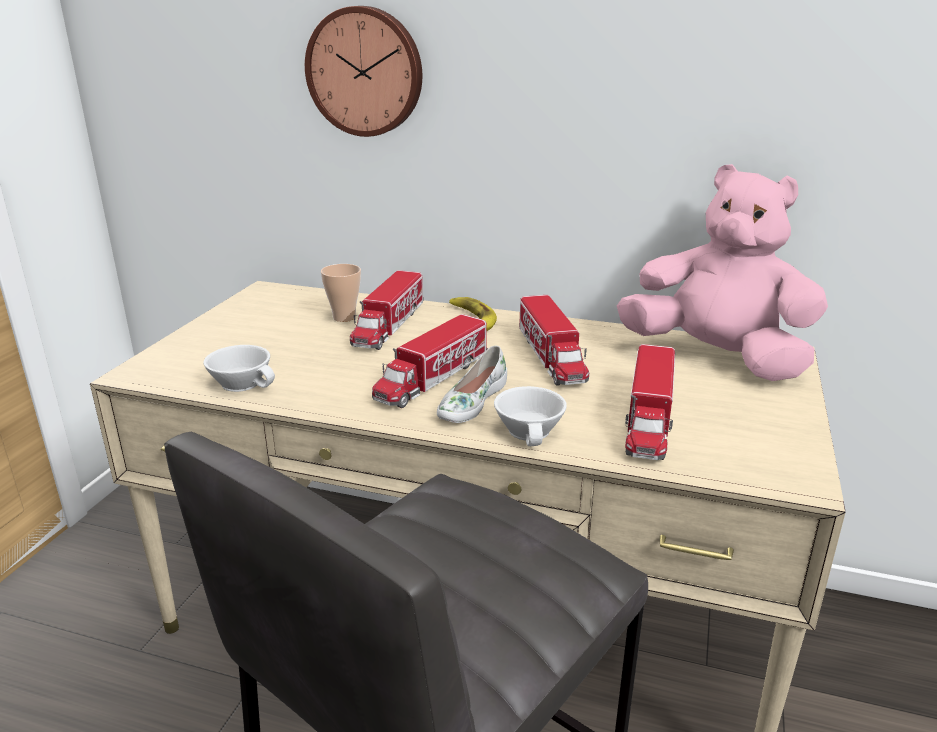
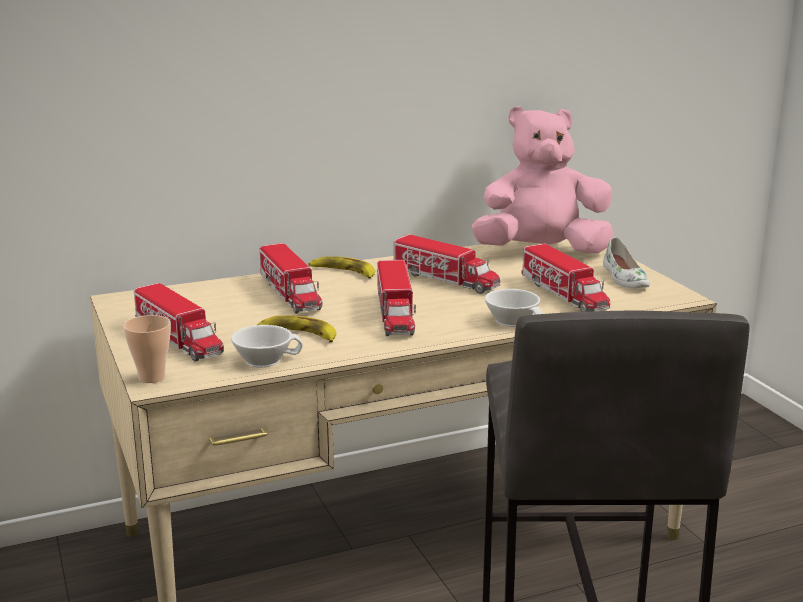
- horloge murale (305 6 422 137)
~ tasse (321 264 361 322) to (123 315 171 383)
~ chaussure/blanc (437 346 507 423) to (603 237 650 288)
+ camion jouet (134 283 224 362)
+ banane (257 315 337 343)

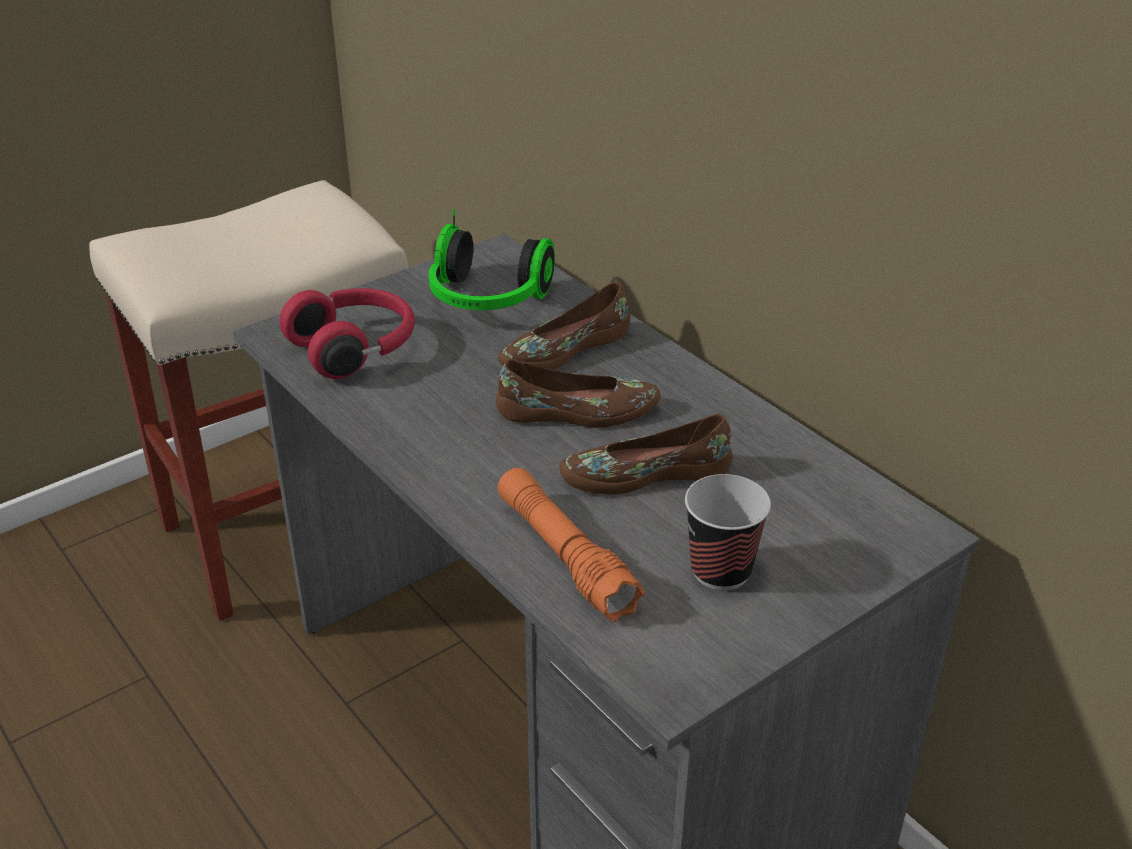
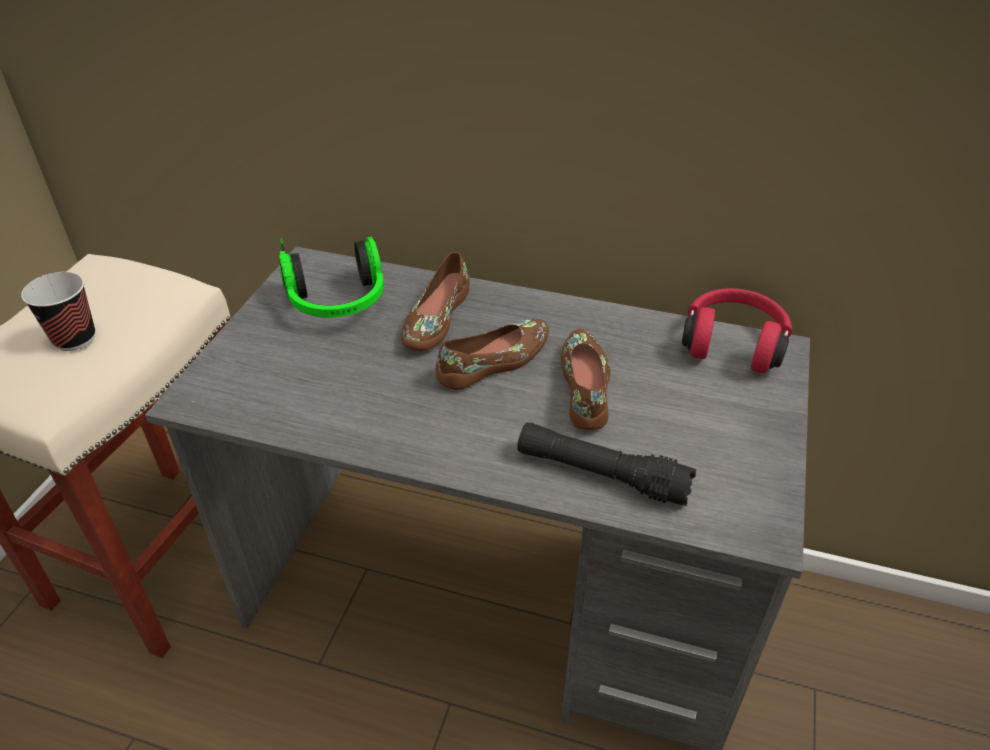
~ casque audio/rouge (279 288 415 379) to (682 288 792 373)
~ chaussure/marron (559 414 733 495) = (561 329 611 430) 135 degrees clockwise
~ lampe de poche/orange (497 468 645 622) to lampe de poche/noir (517 422 697 506)
~ tasse (685 474 771 590) to (21 272 95 351)

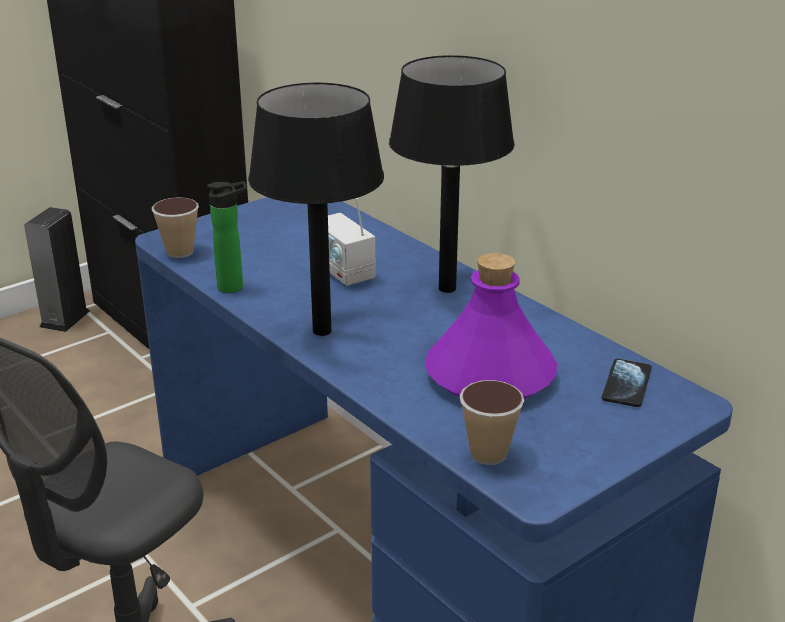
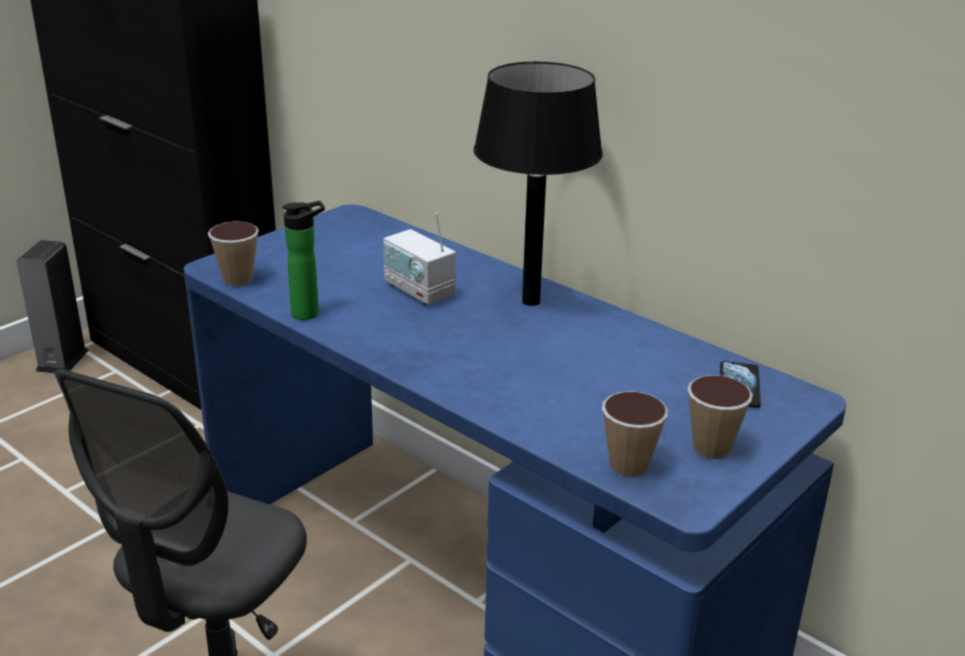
- lampe de table/noir (248 83 384 336)
- bouteille/violet (425 253 557 399)
+ tasse (688 375 753 459)

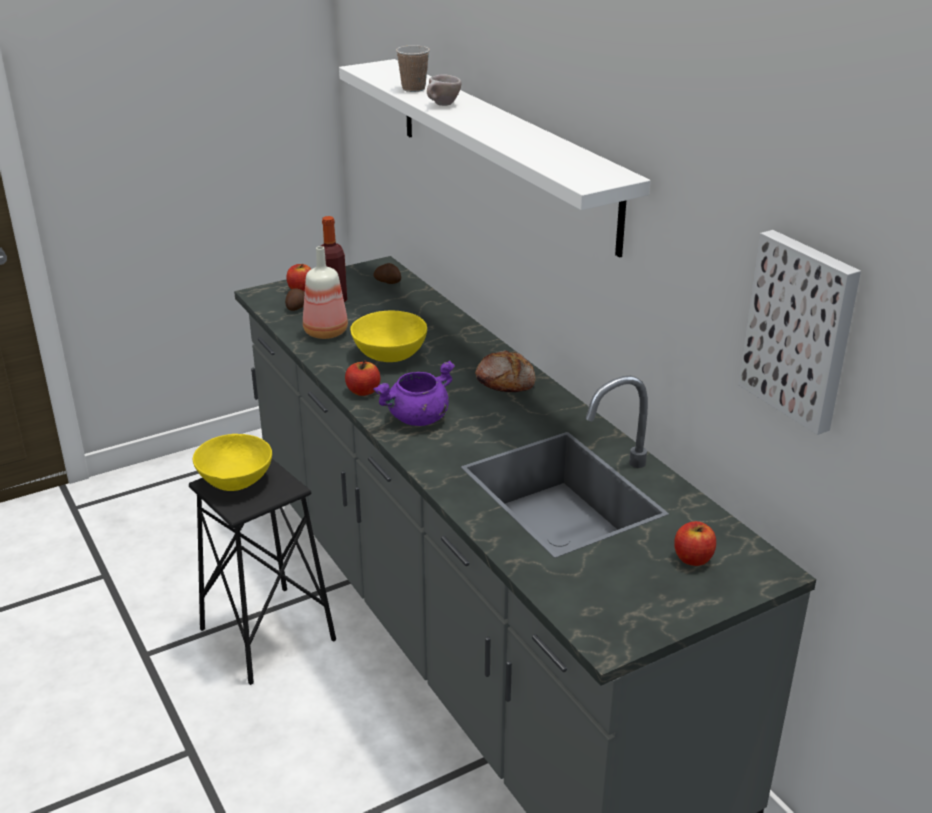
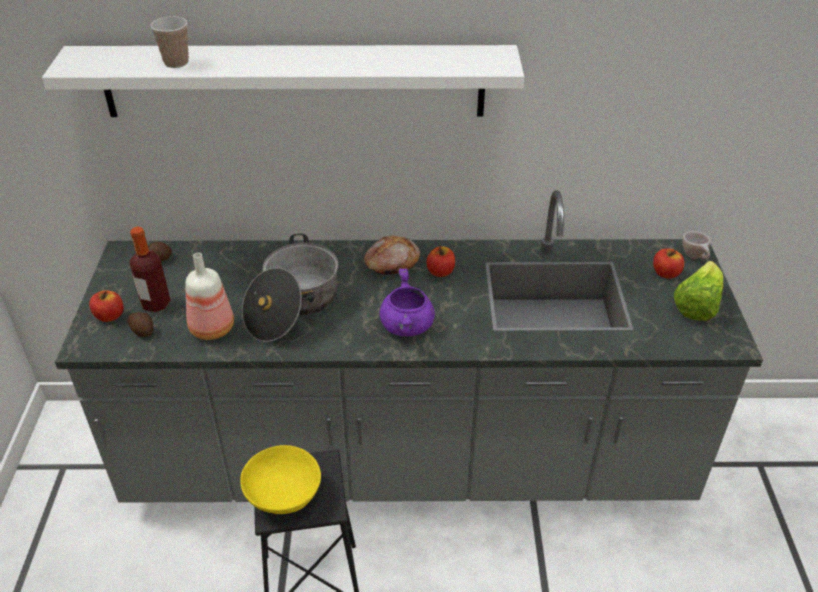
~ tasse/beige (427 74 461 106) to (682 231 711 259)
- tableau (739 230 861 435)
~ bol/jaune (350 311 427 362) to marmite (242 233 338 342)
~ pomme (345 360 380 396) to (426 246 455 277)
+ laitue (674 261 723 321)

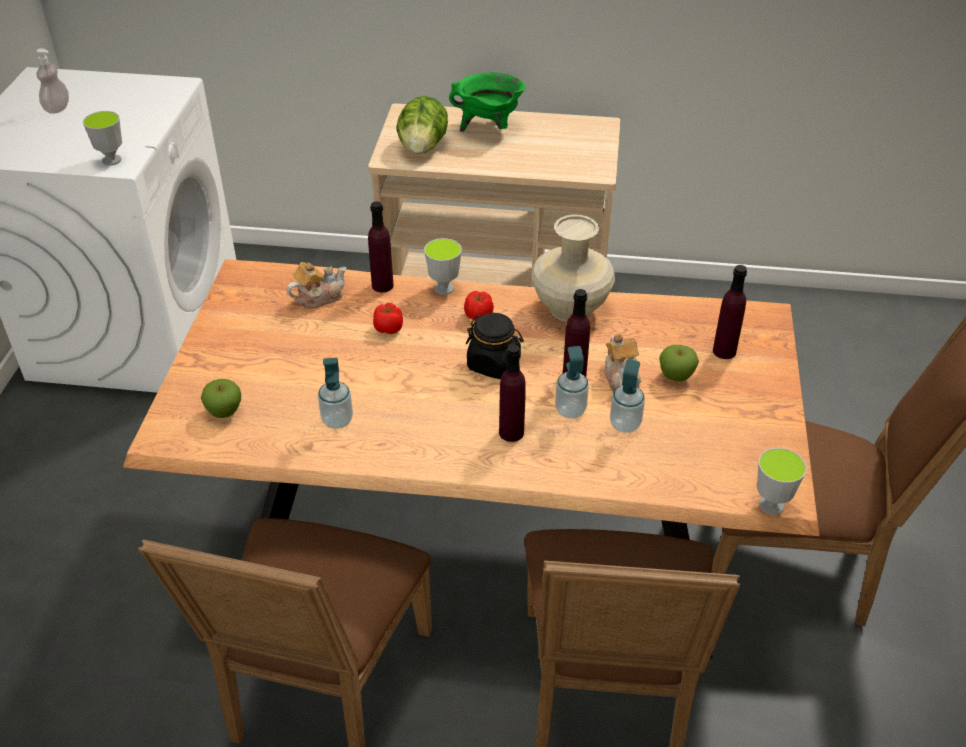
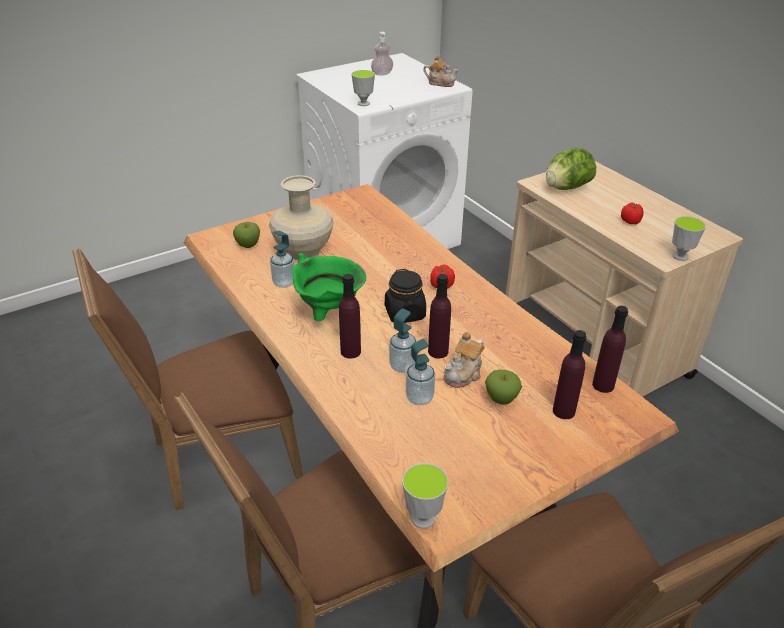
~ marmite/vert (449 72 526 132) to (292 253 366 321)
~ bouteille/violet (368 201 394 292) to (592 306 628 393)
~ vase/beige (531 215 615 322) to (269 175 334 260)
~ tasse (424 238 462 295) to (672 216 706 261)
~ théière (287 262 347 309) to (423 55 458 87)
~ tomate (373 303 403 334) to (621 202 644 224)

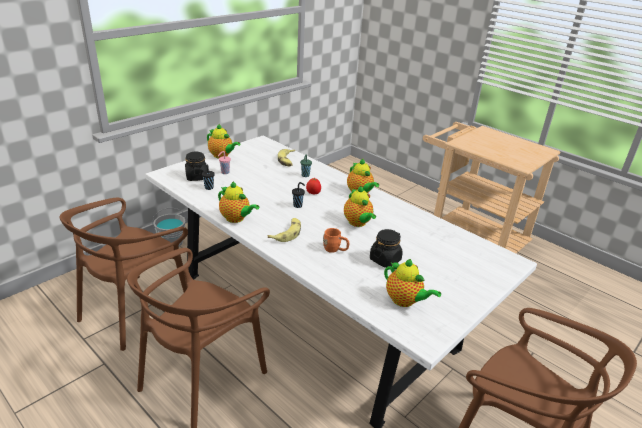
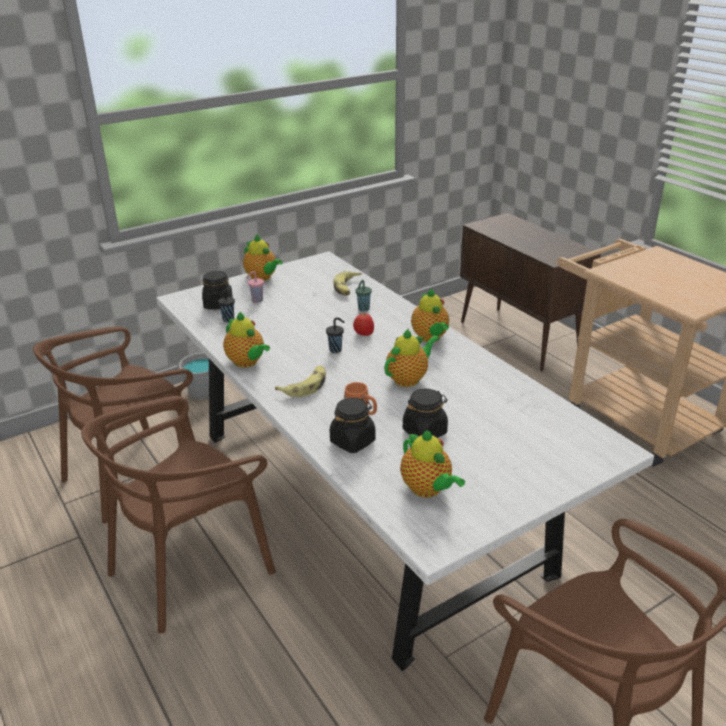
~ théière (344 186 376 227) = (384 328 440 387) 120 degrees counterclockwise
+ meuble de rangement/marron (460 213 601 372)
+ bocal/noir (330 398 375 453)

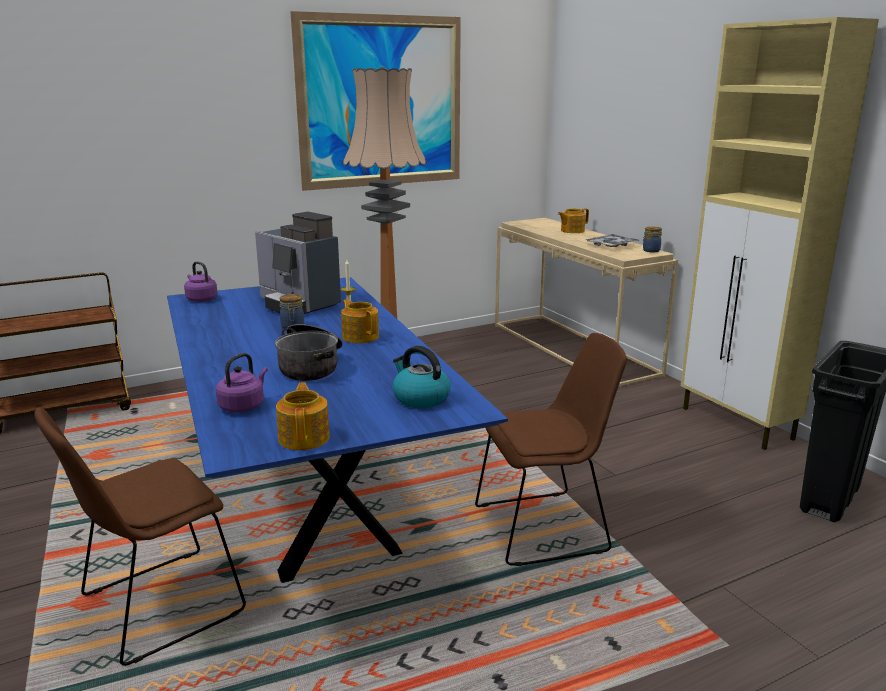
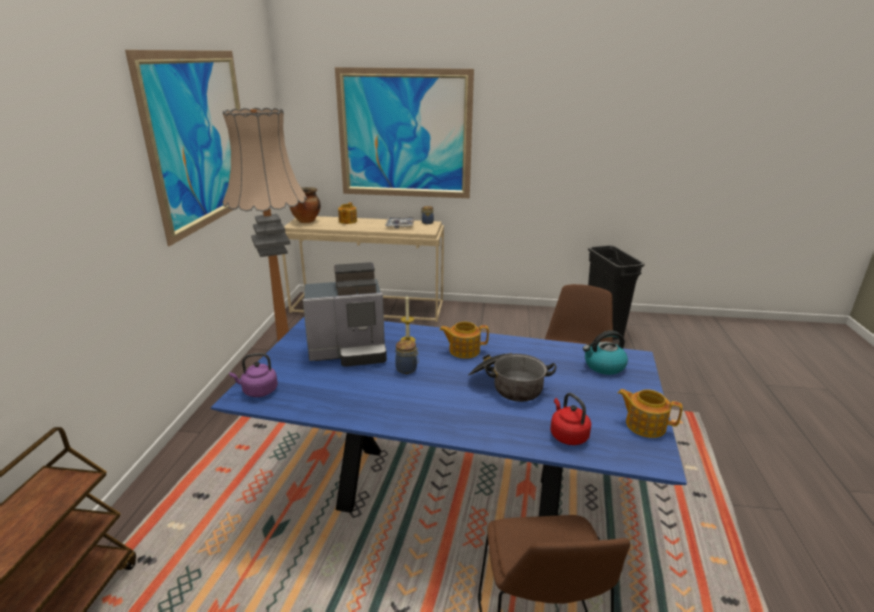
- meuble de rangement/beige (681 17 879 450)
~ bouilloire/violet (216 353 268 413) to bouilloire/rouge (550 393 591 445)
+ tableau (335 67 474 198)
+ marmite (290 187 321 223)

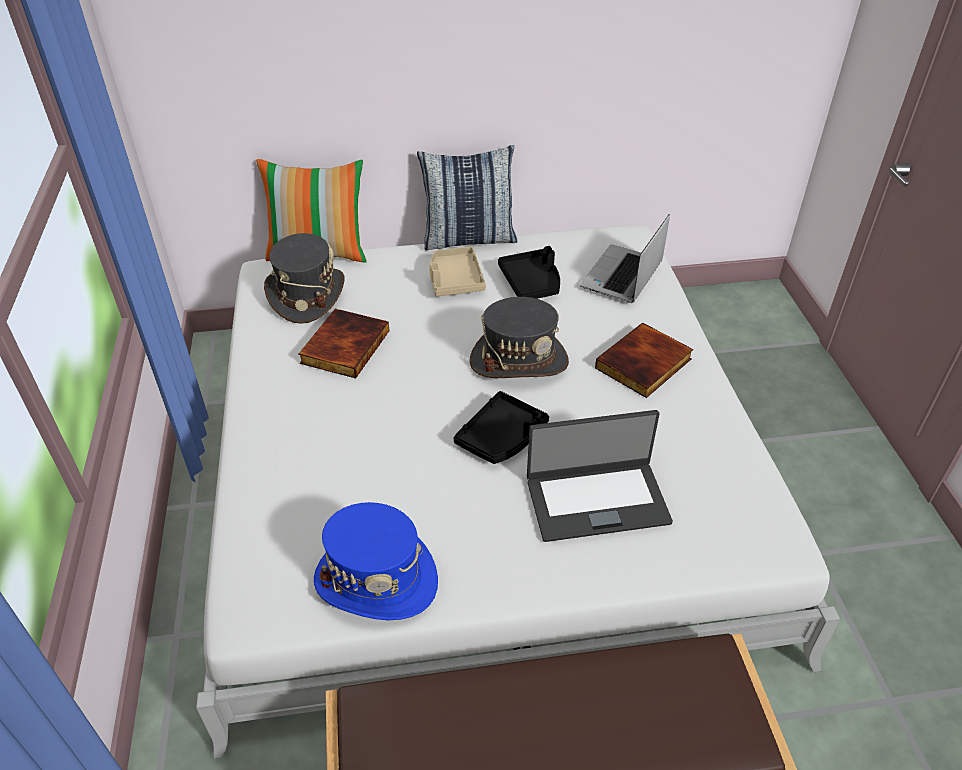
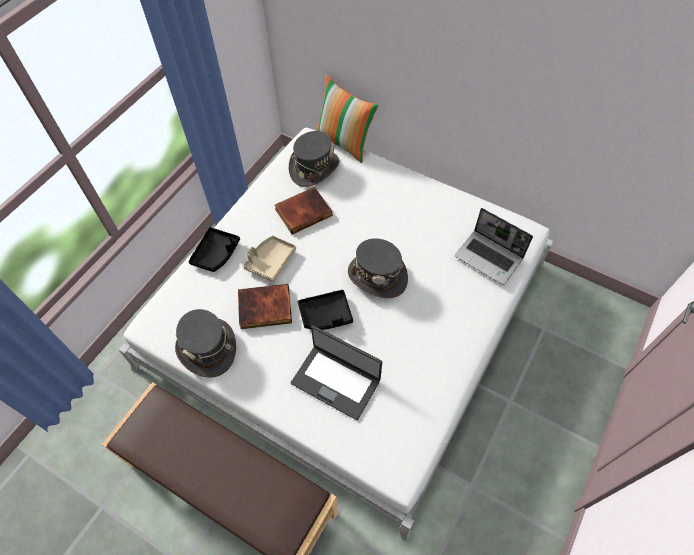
- coussin (417 145 517 250)
~ ordinateur portable (580 214 670 303) = (455 208 533 285) 120 degrees counterclockwise
~ plateau/beige (429 246 486 296) to (243 236 296 282)
~ plateau/noir (498 246 560 299) to (189 227 240 272)
~ livre (595 323 693 398) to (238 284 292 329)
~ chapeau/bleu (314 502 438 620) to chapeau/gris (175 309 236 378)

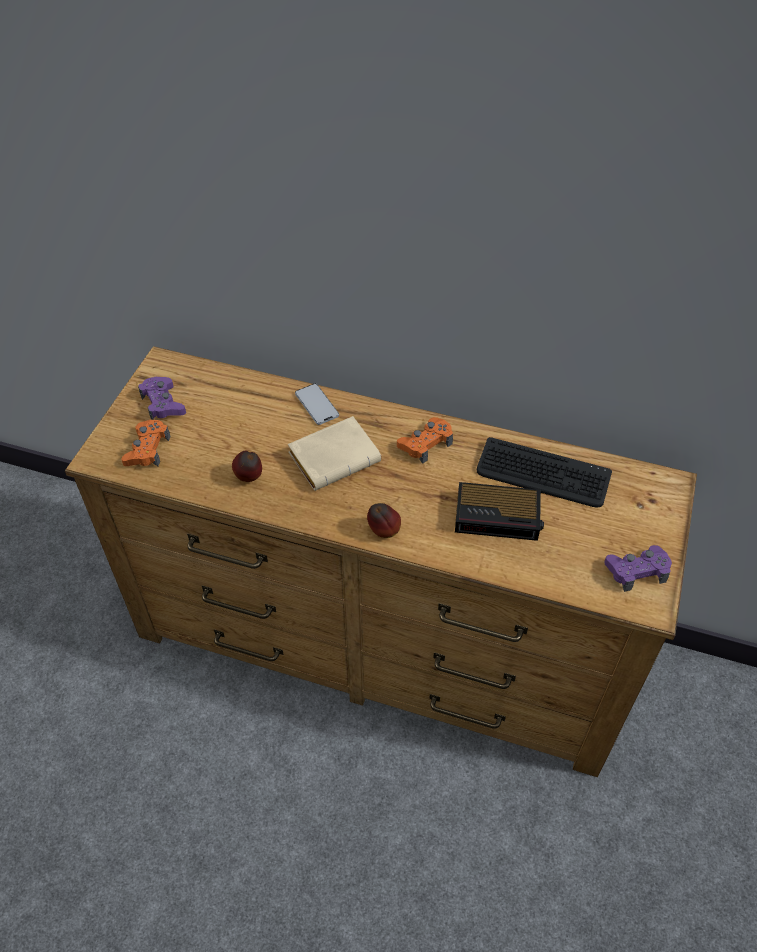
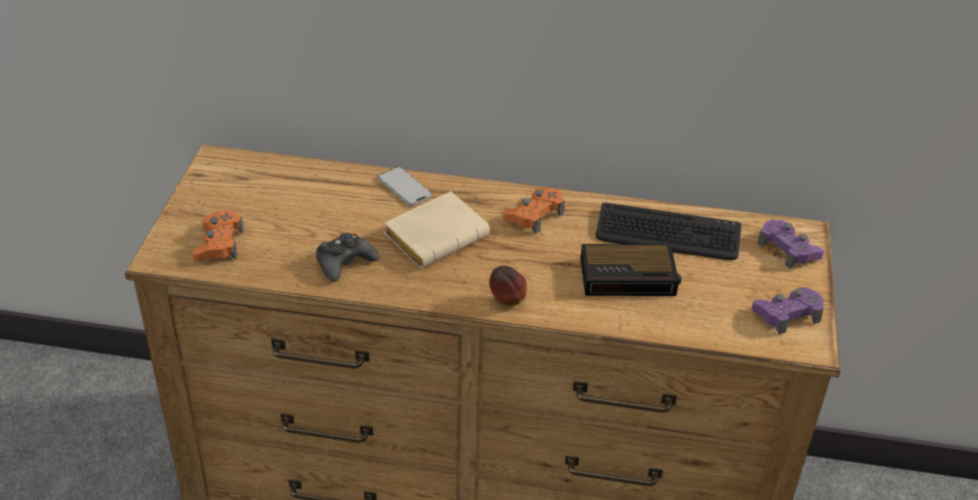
~ manette/violet (138 376 186 420) to (757 219 824 269)
~ pomme (232 450 262 482) to manette/noir (316 232 379 282)

